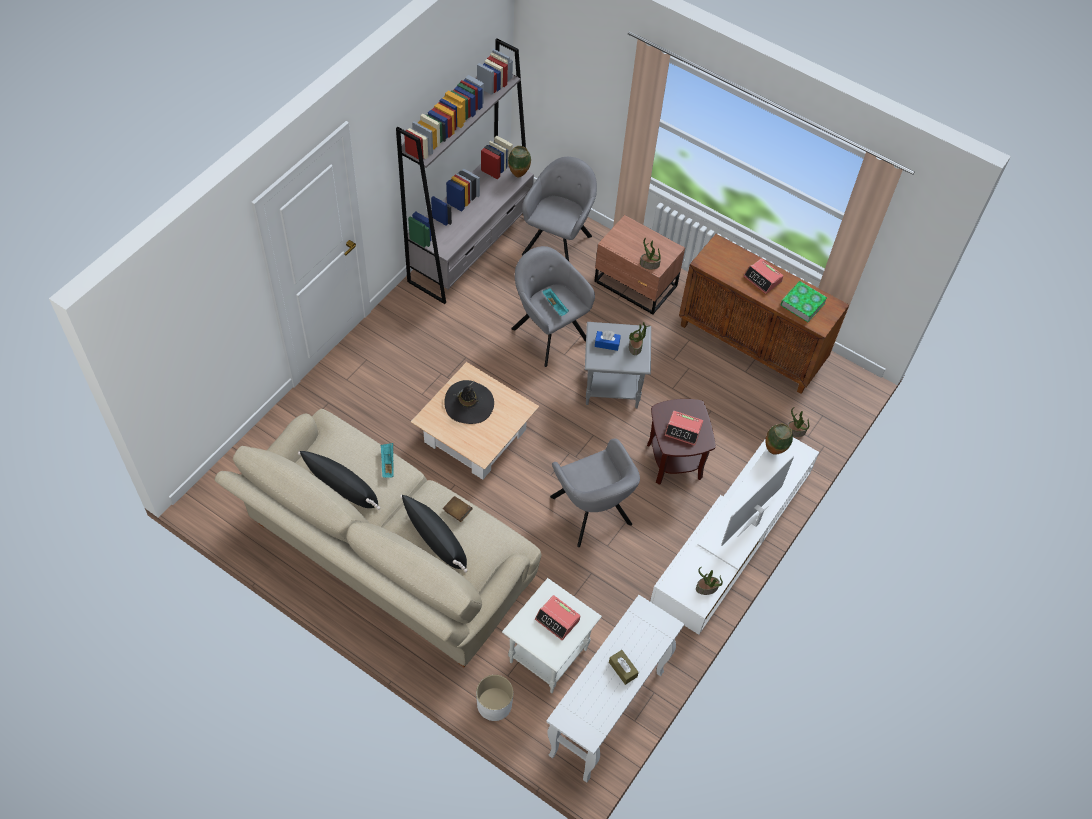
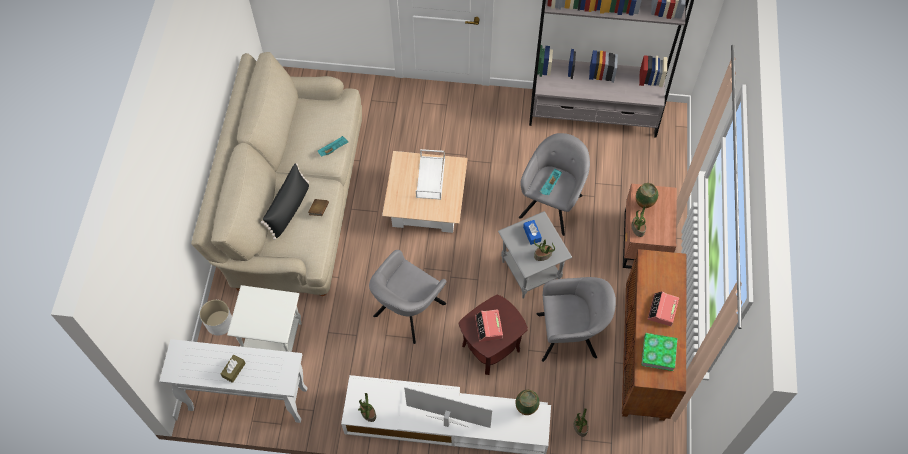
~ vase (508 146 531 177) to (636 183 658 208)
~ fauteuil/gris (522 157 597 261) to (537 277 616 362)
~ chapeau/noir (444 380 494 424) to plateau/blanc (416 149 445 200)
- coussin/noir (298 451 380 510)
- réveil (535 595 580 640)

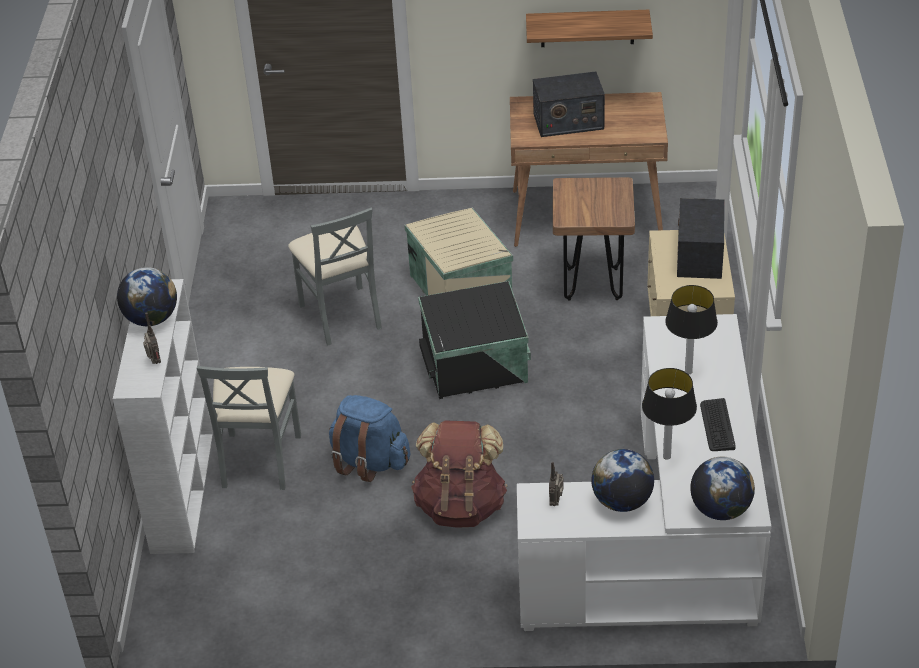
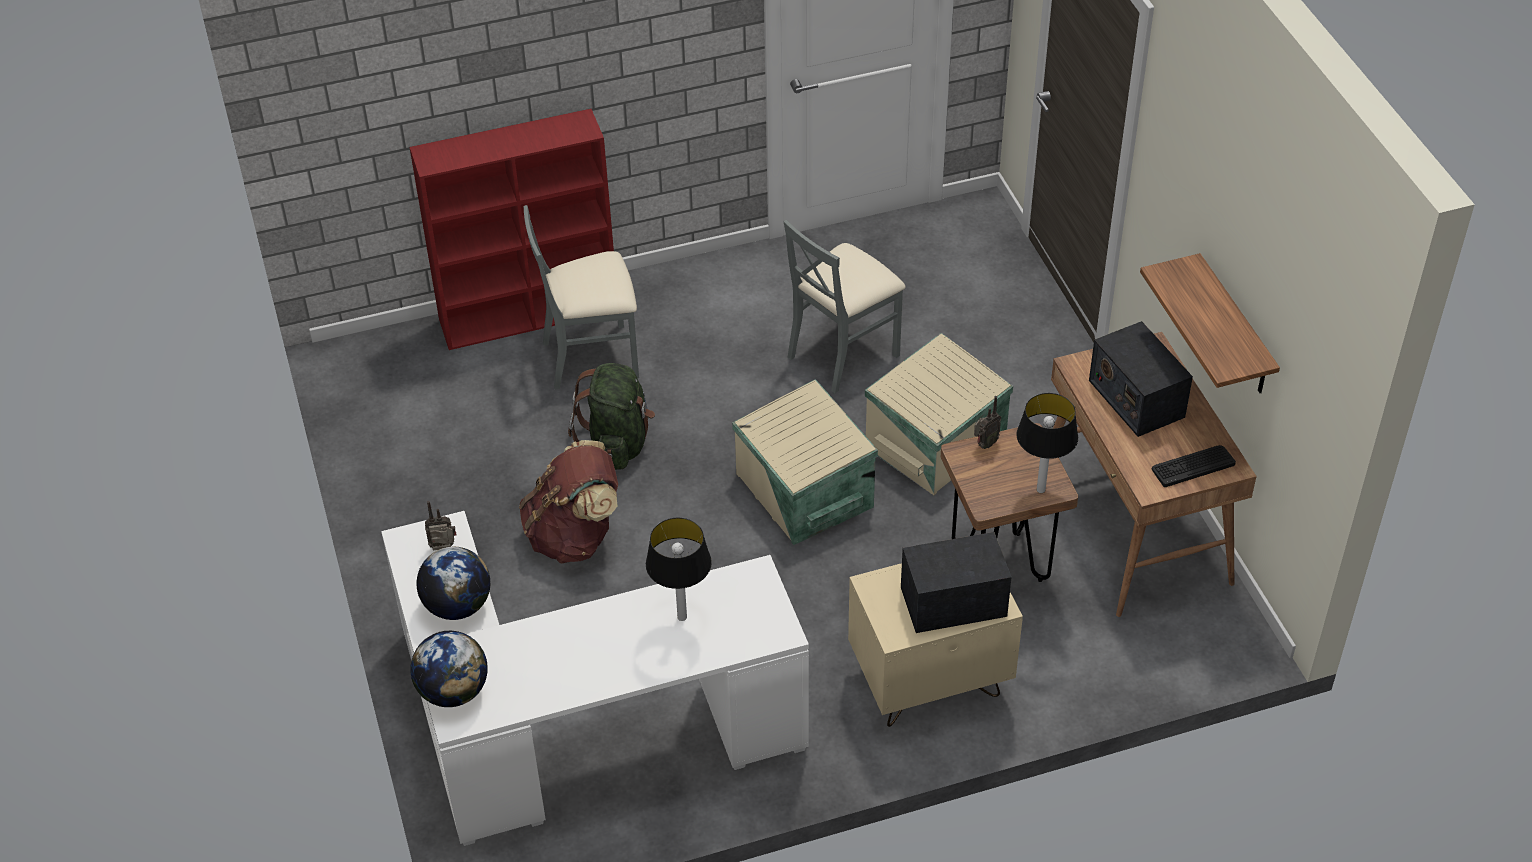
- globe (117 267 177 326)
~ bibliothèque/blanc (113 279 213 554) to bibliothèque/rouge (410 109 614 350)
~ boîte de rangement/noir (418 281 531 399) to boîte de rangement/beige (732 379 878 545)
~ radio (143 312 161 364) to (974 396 1001 449)
~ lampe de table (642 368 697 460) to (1016 393 1078 493)
~ sac à dos/bleu (329 395 410 482) to sac à dos/vert (568 363 655 470)
~ clavier (700 398 736 451) to (1152 445 1236 487)

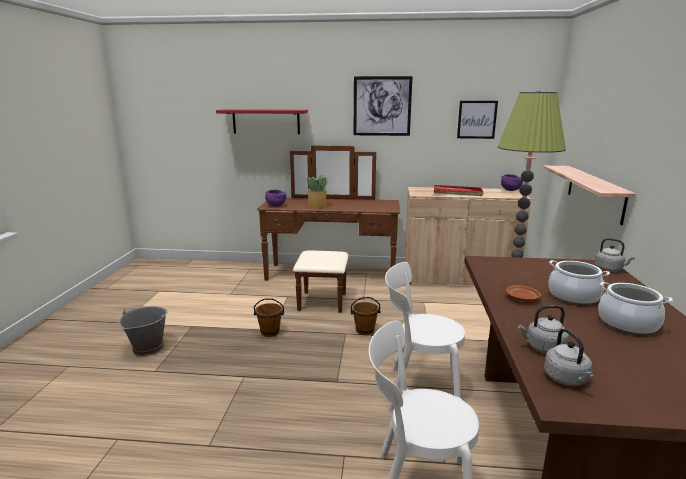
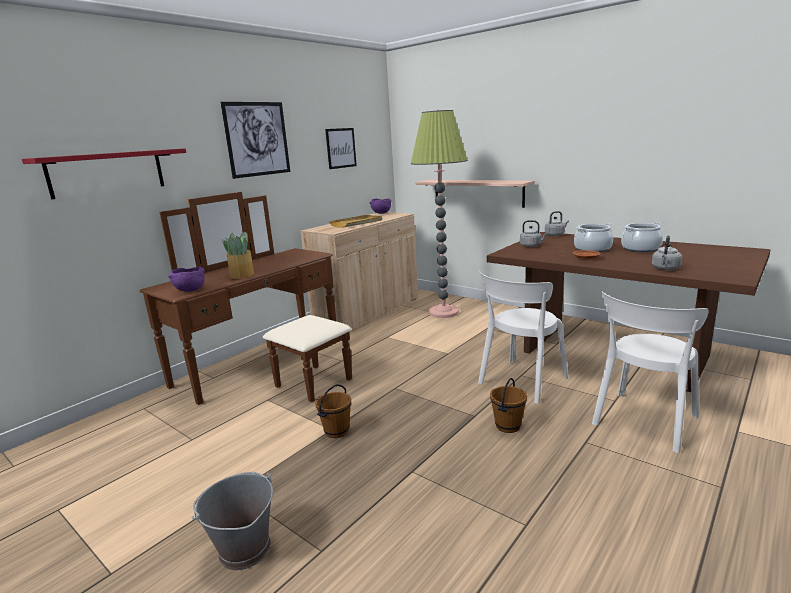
~ plateau/rouge (434 185 484 196) to plateau/beige (329 215 382 228)
~ seau/marron (350 297 381 335) to (490 378 527 433)
~ bouilloire/gris (544 328 594 386) to (520 220 548 247)

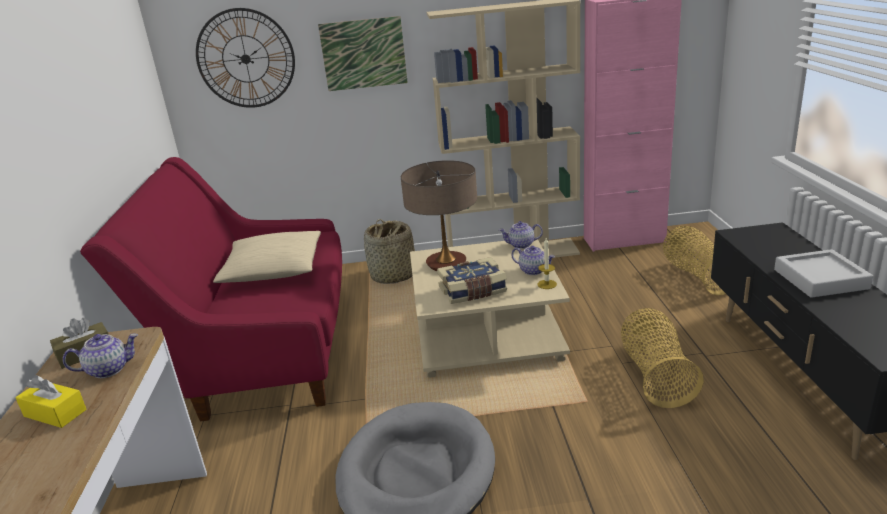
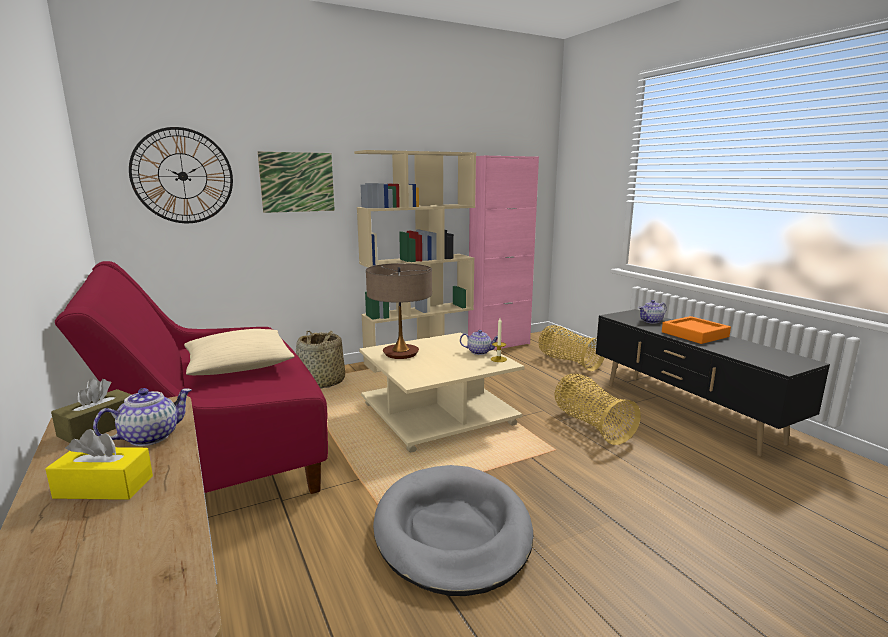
~ théière (499 221 543 249) to (639 300 667 324)
~ plateau/gris (774 249 873 298) to plateau/orange (662 316 731 344)
- livre (437 257 507 304)

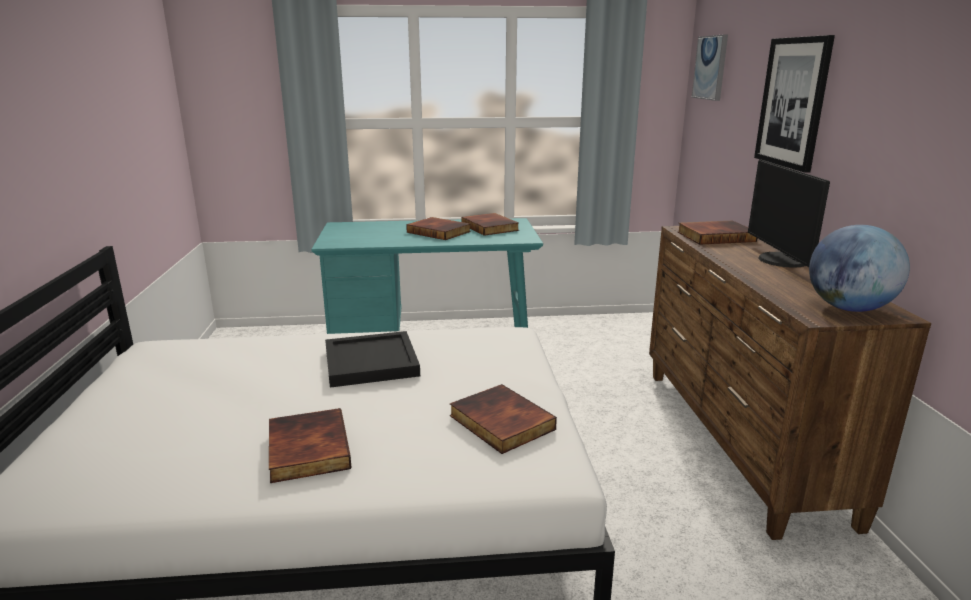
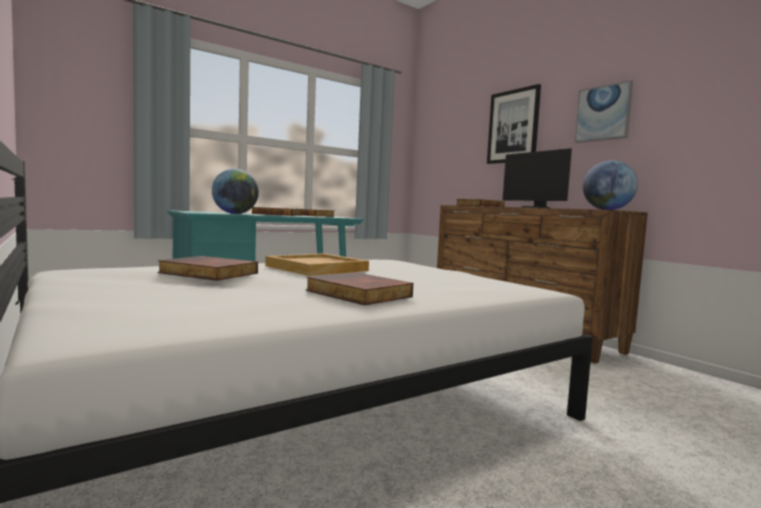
~ tableau (692 34 728 101) to (575 80 633 143)
~ plateau/noir (325 331 420 388) to plateau/beige (265 253 369 276)
~ livre (450 384 557 454) to (157 256 258 281)
+ globe (212 169 259 214)

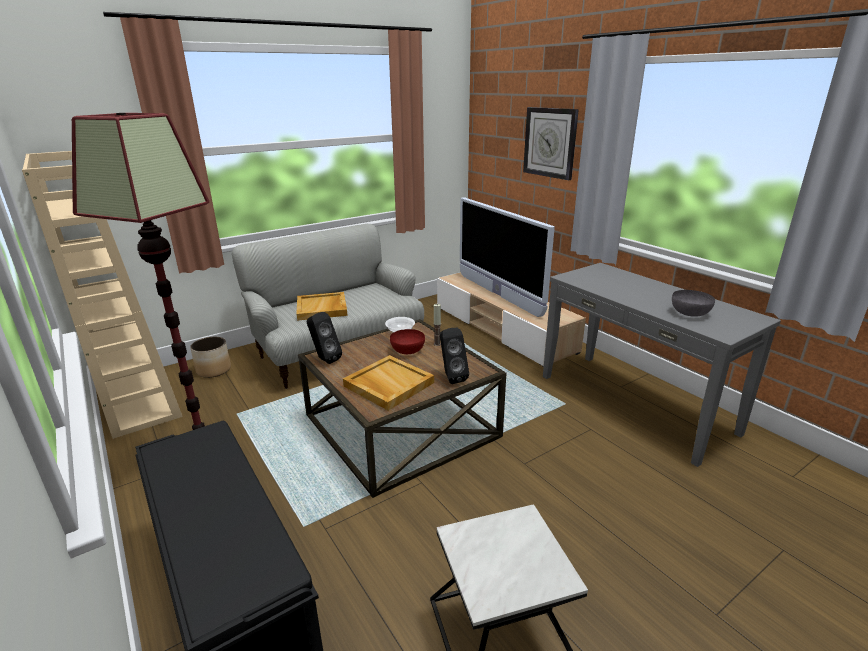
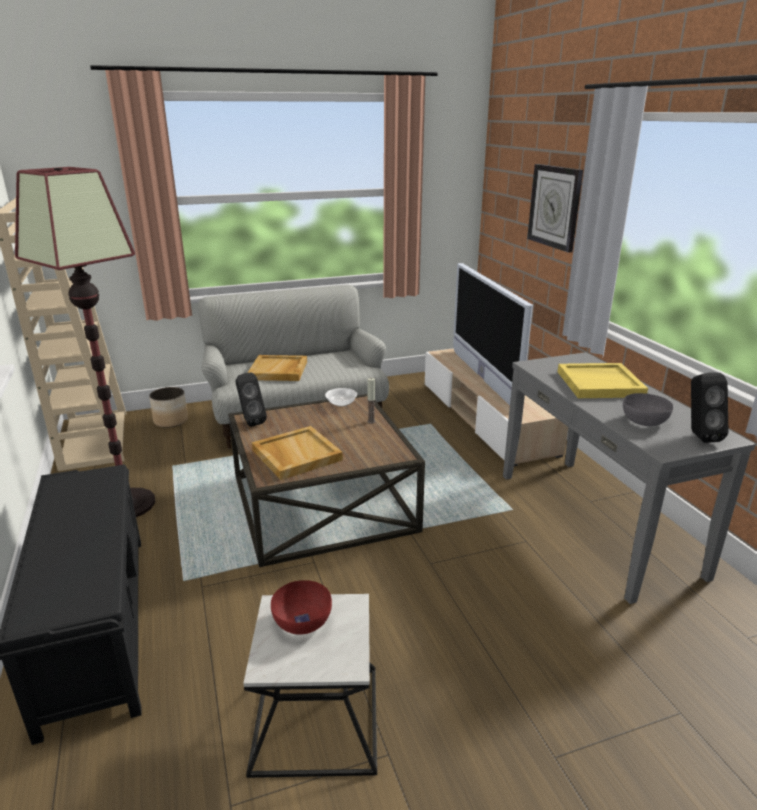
~ enceinte/noir (440 328 469 384) to (691 372 729 443)
~ bol/rouge (390 329 425 354) to (271 580 332 635)
+ plateau/jaune (558 363 648 398)

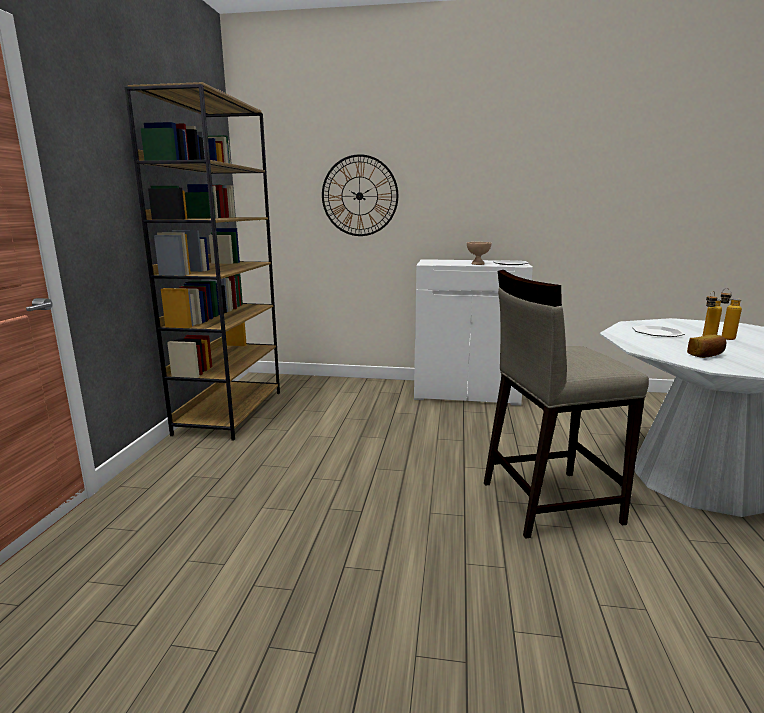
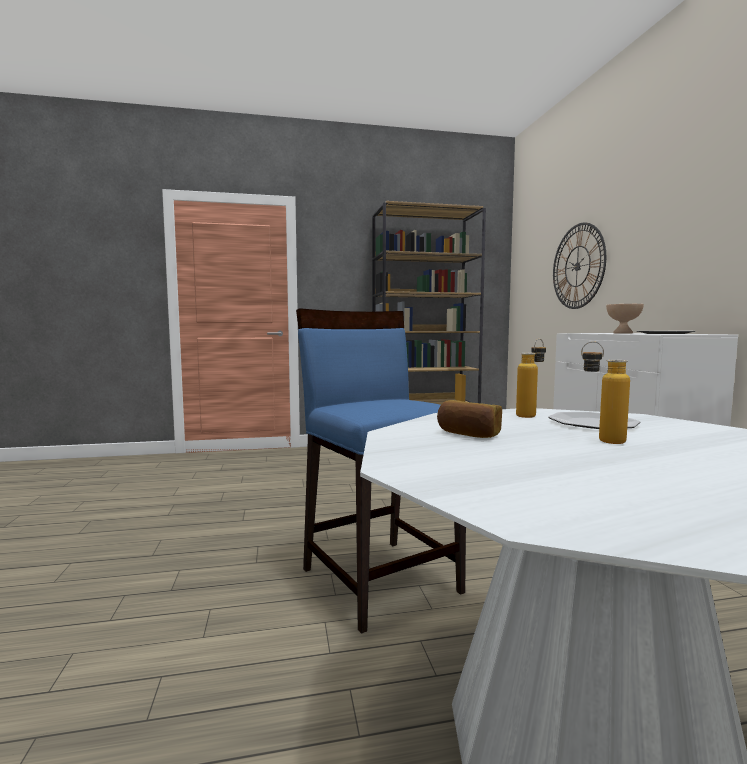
~ tabouret/beige (484 270 649 539) to tabouret/bleu (296 308 466 634)
~ bouteille (721 288 742 340) to (516 339 546 418)

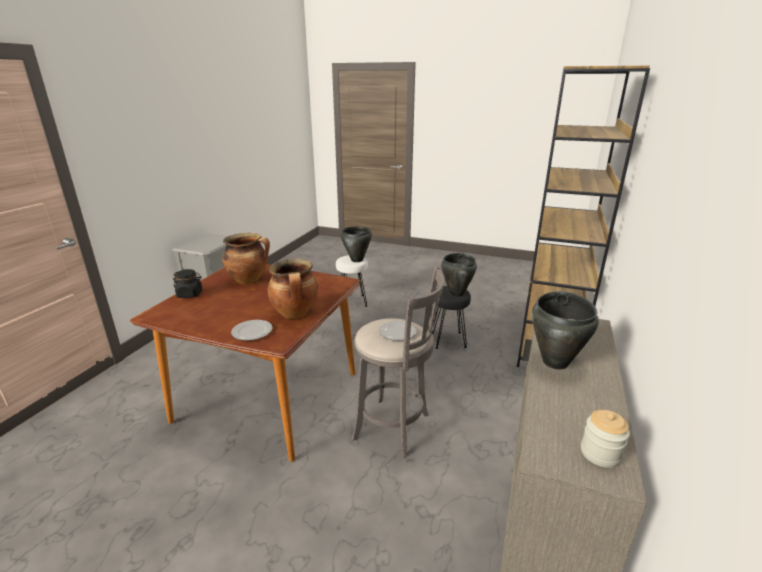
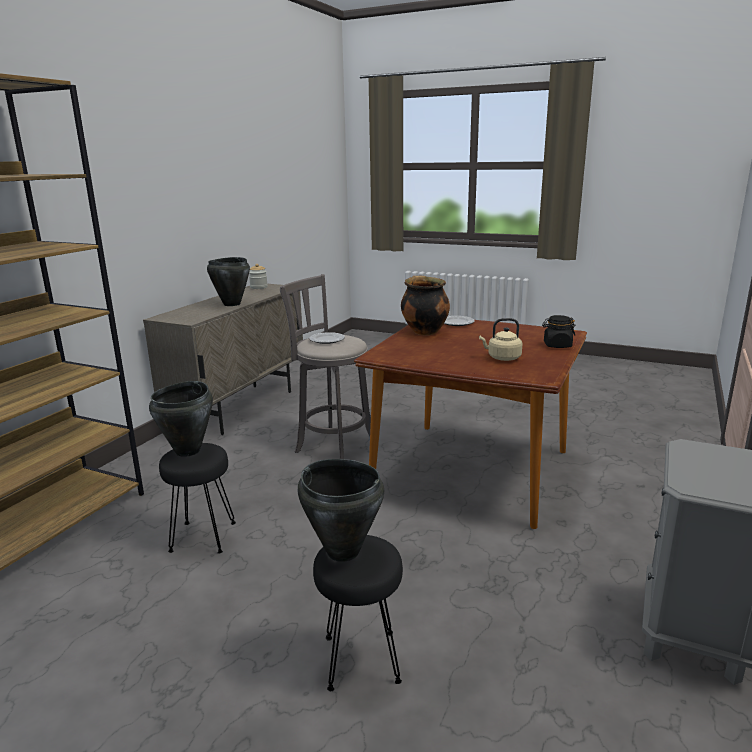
~ marmite (222 233 270 284) to bouilloire/beige (479 318 522 361)
~ tabouret/blanc (336 255 368 307) to tabouret/noir (313 535 403 691)

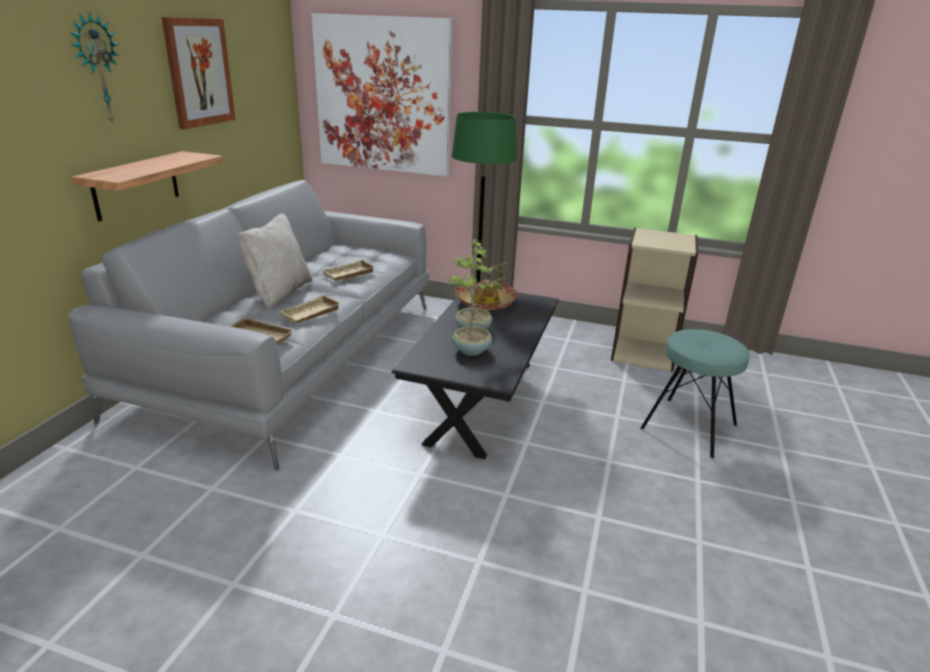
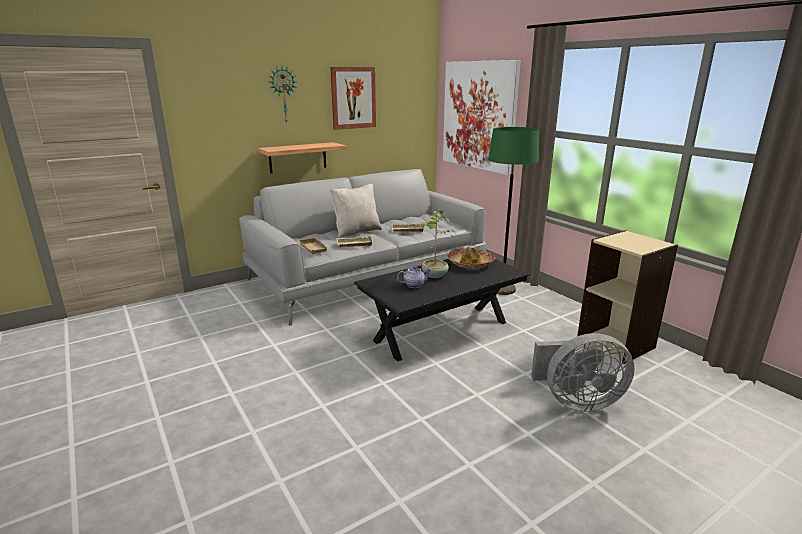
~ plante en pot (448 254 509 356) to théière (397 266 431 288)
~ tabouret/turquoise (640 329 750 458) to ventilateur/gris (531 333 635 412)

